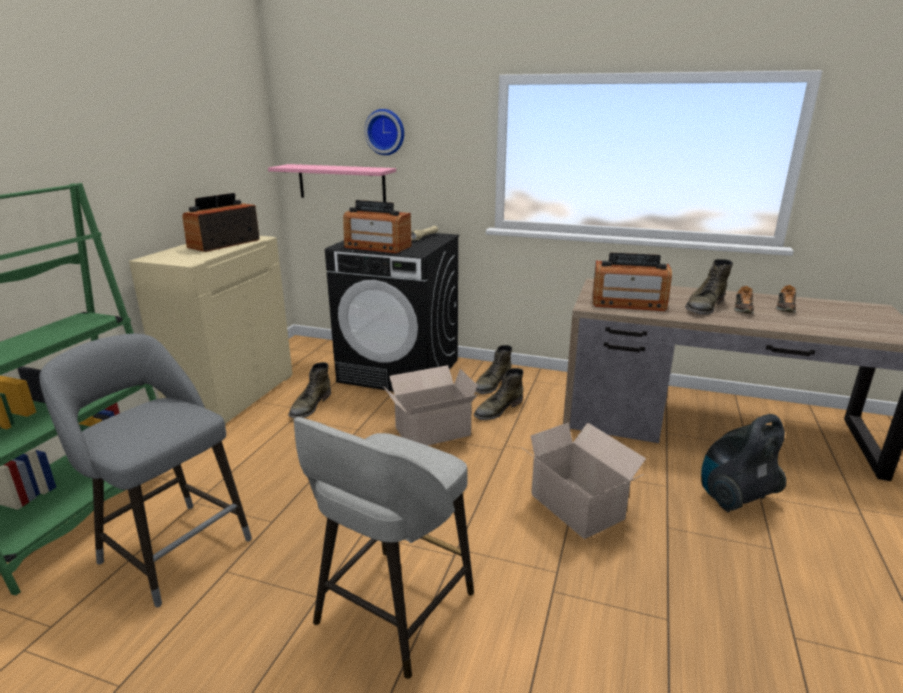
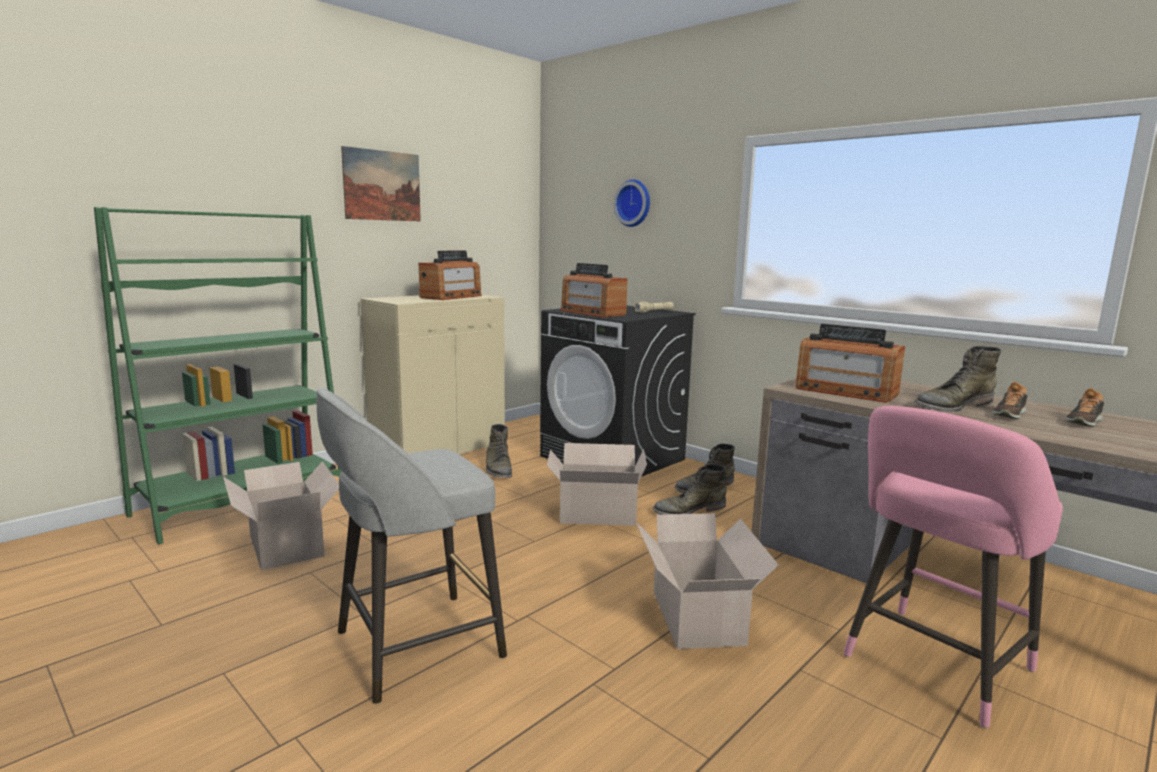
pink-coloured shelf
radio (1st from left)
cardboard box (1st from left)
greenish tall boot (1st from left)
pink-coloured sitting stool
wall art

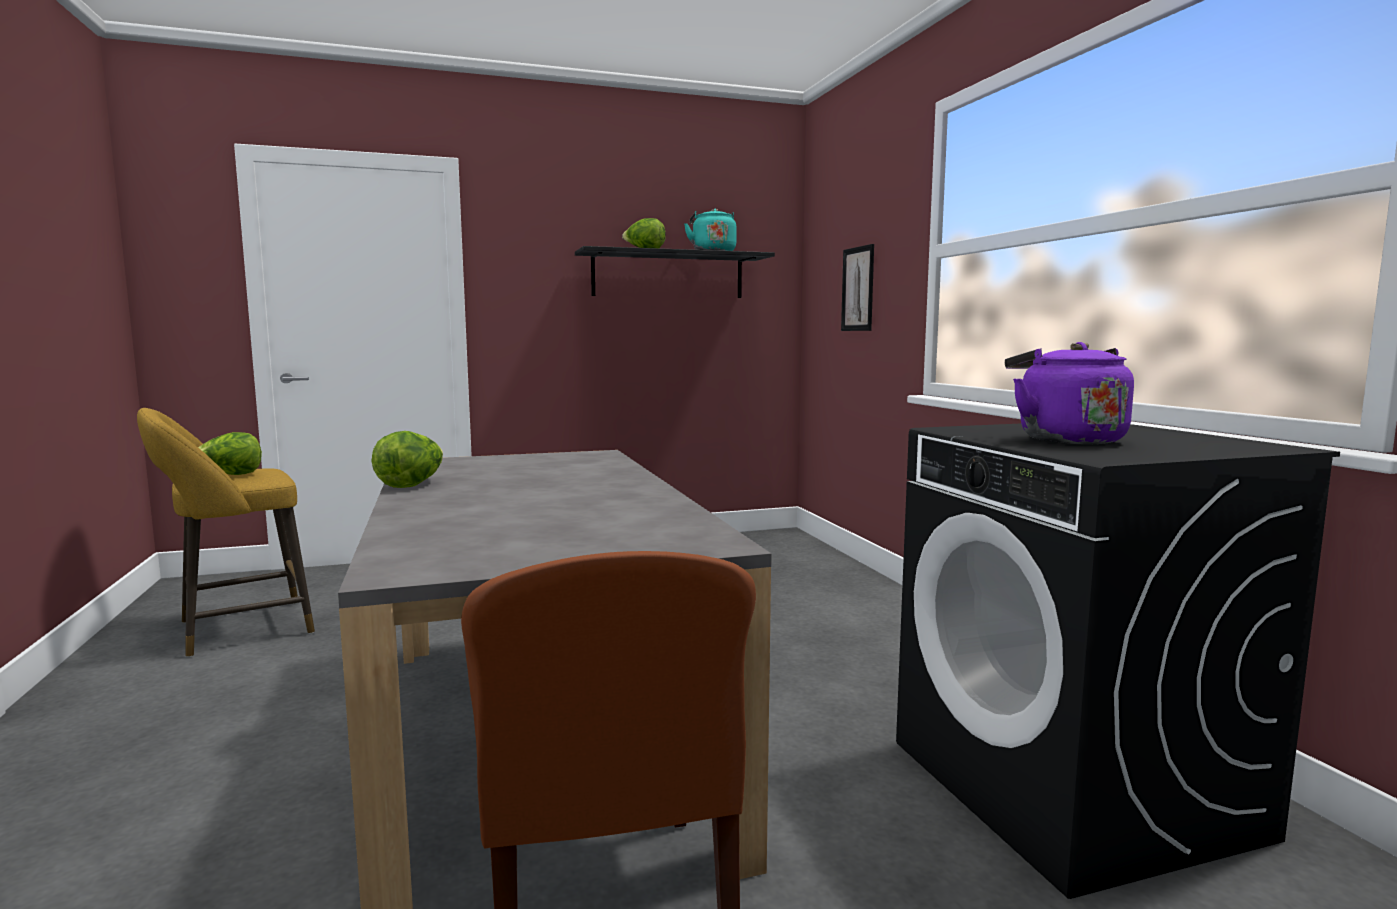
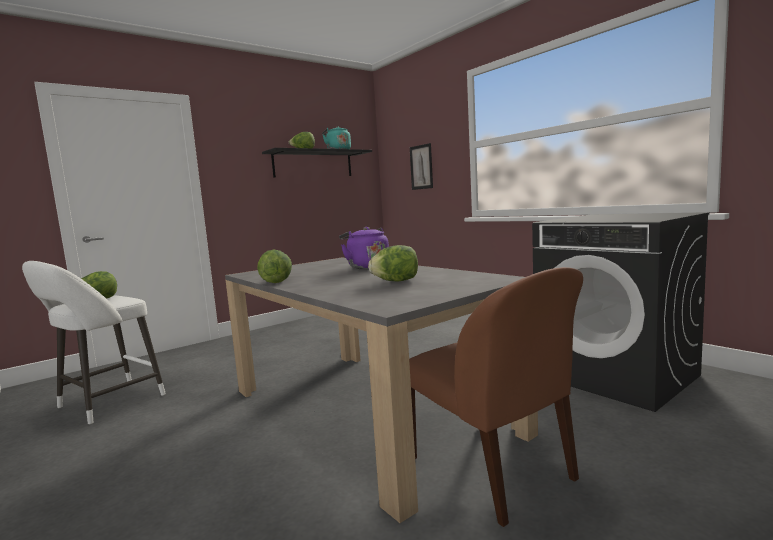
purple kettle
white-coloured sitting stool
lettuce (4th from left)

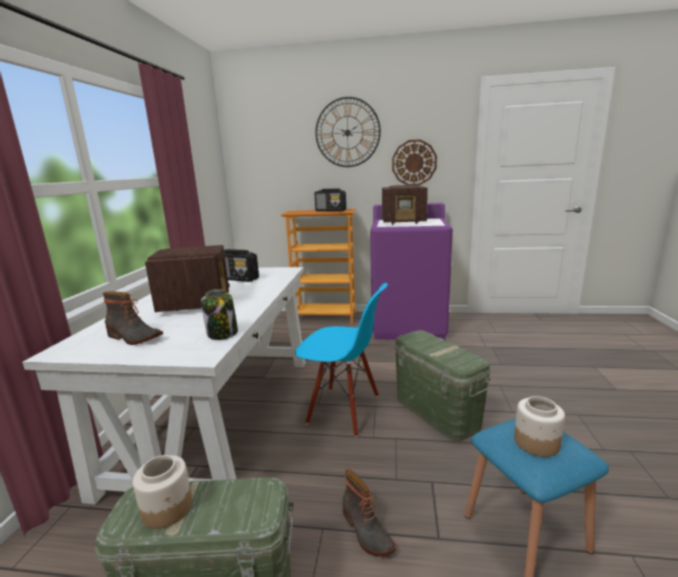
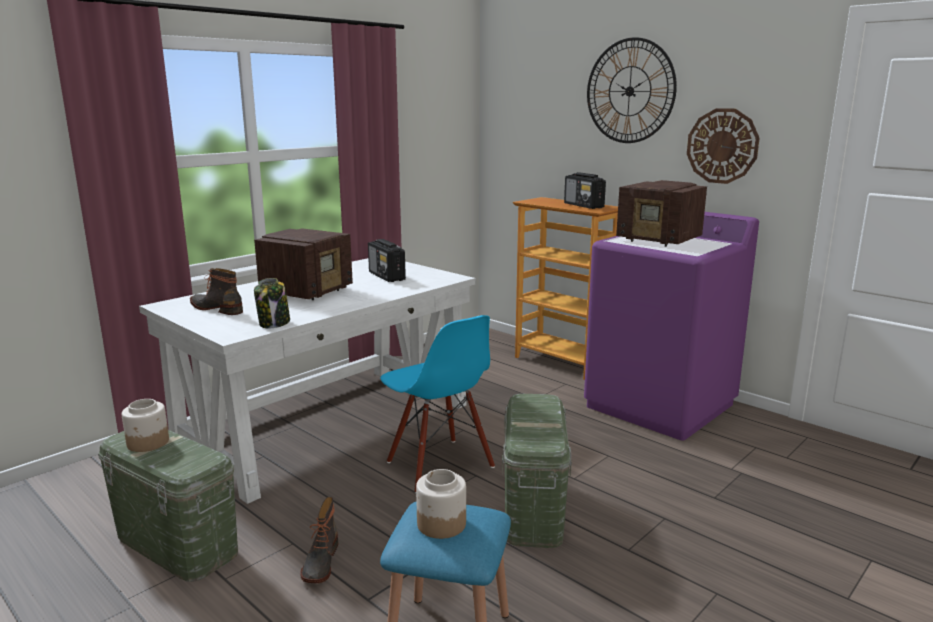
tall boot (1st from left)

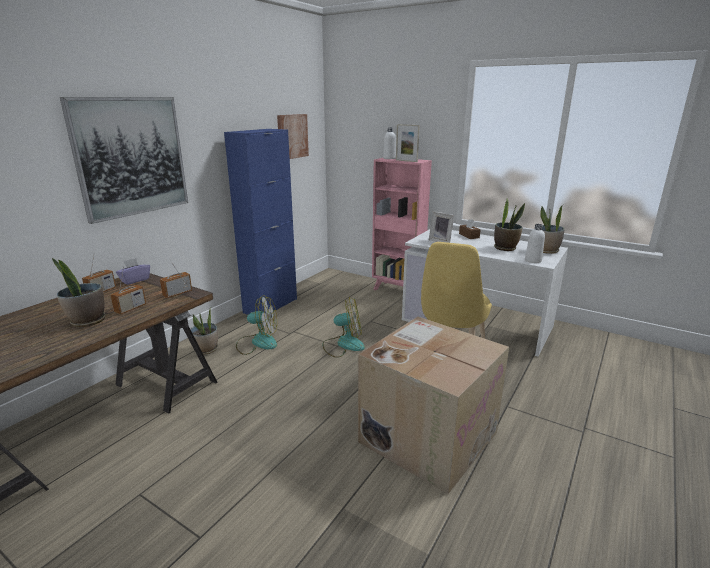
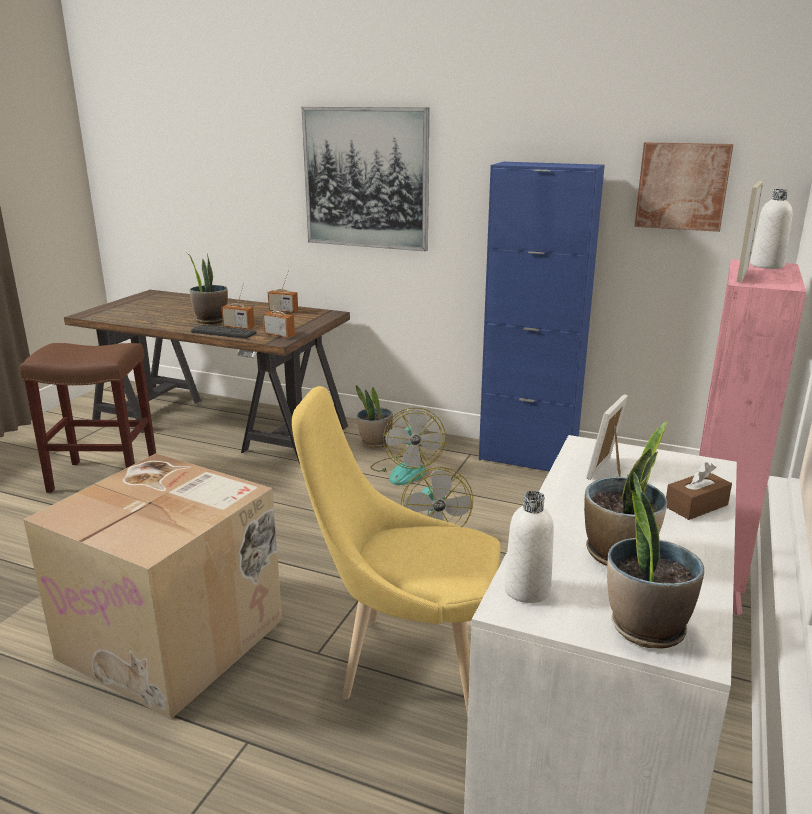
purple tissue holder
PC keyboard
brown-coloured sitting stool

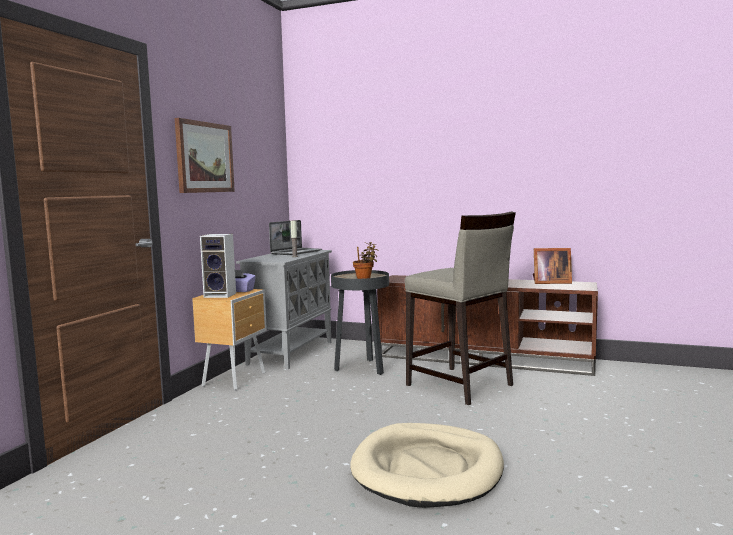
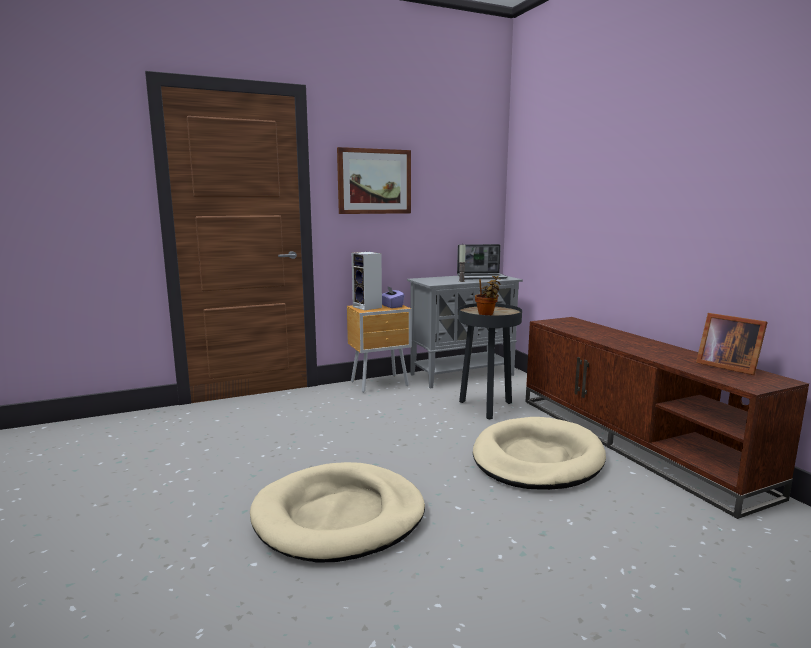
sand-coloured pet bed (2nd from left)

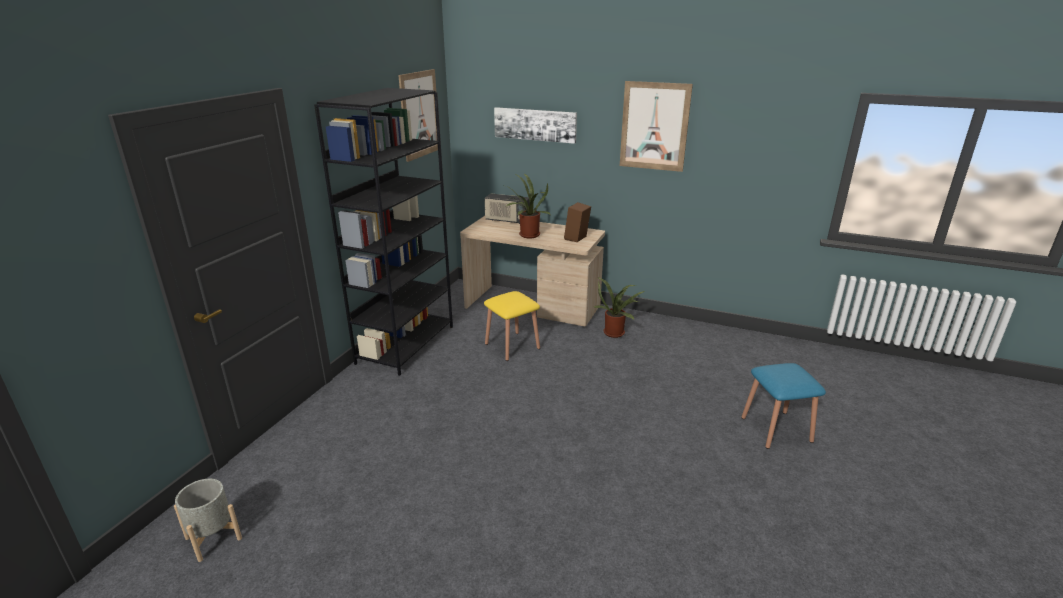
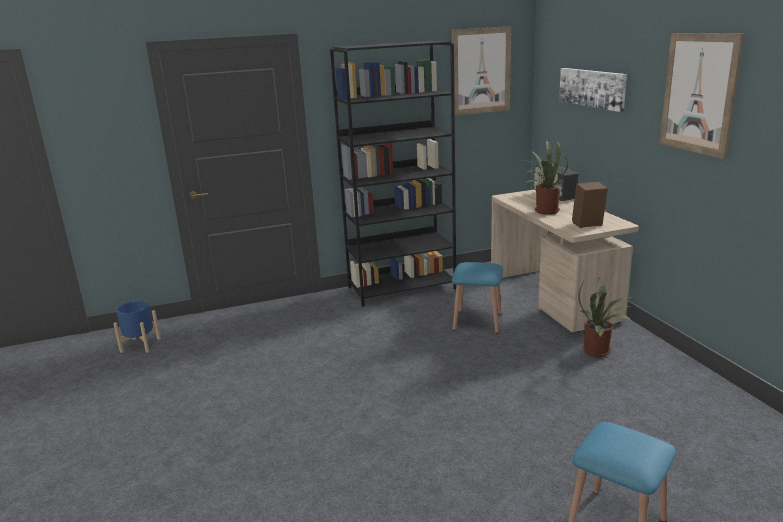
blue-coloured sitting stool (1st from left)
blue-coloured plant pot

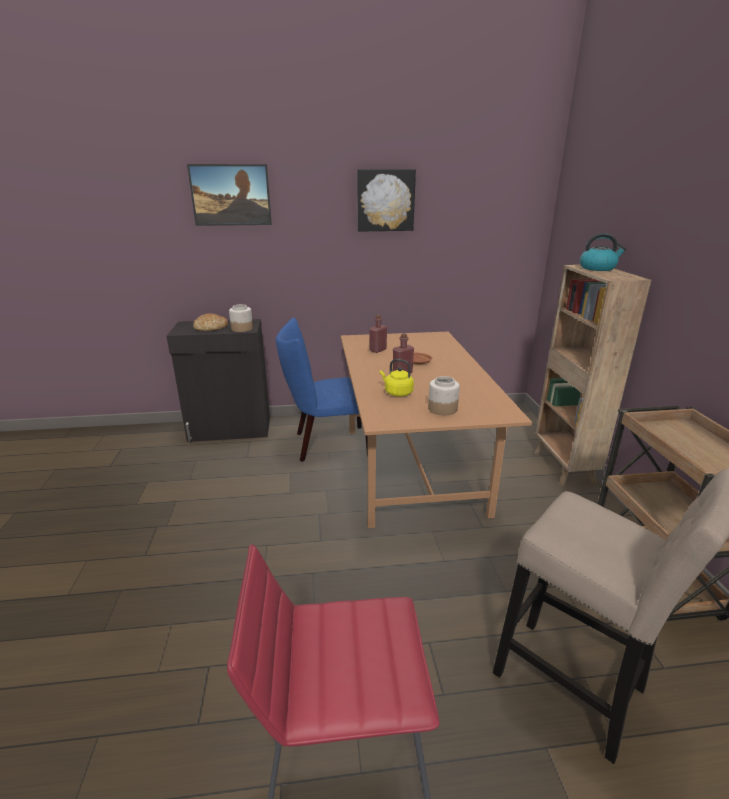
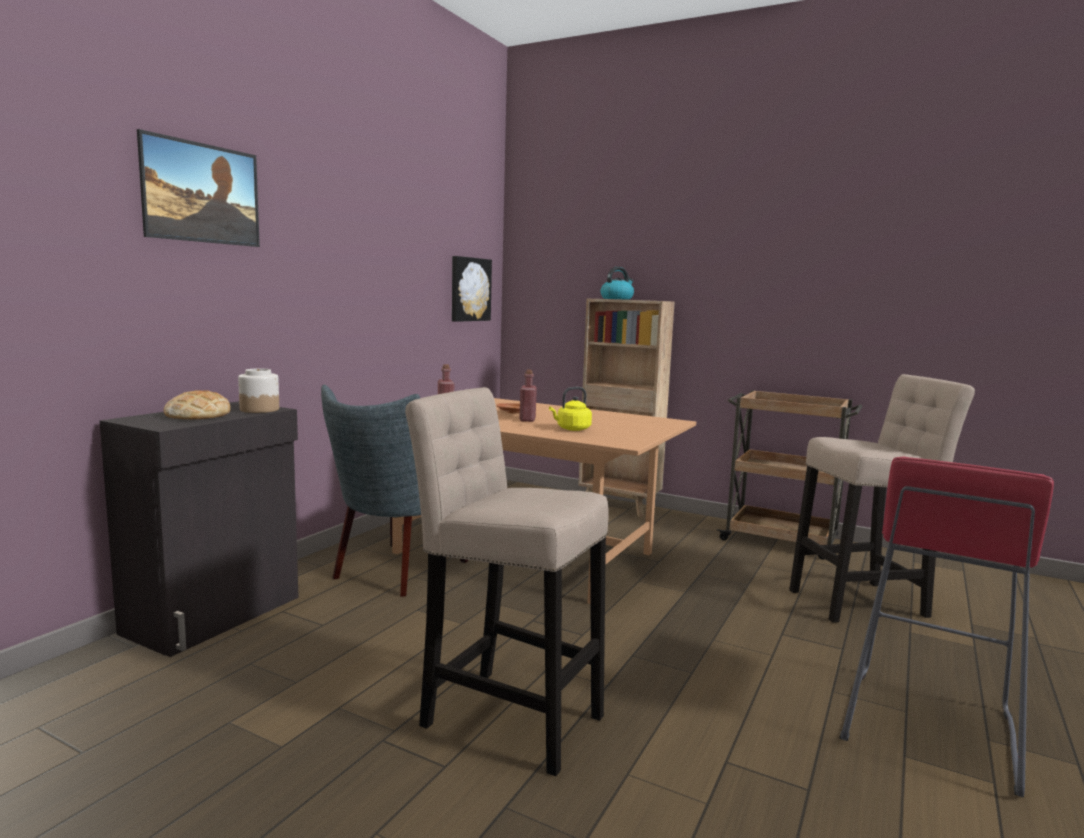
wall art (2nd from left)
grey upright chair
storage jar (2nd from left in the first image)
sand-coloured sitting stool (1st from left)

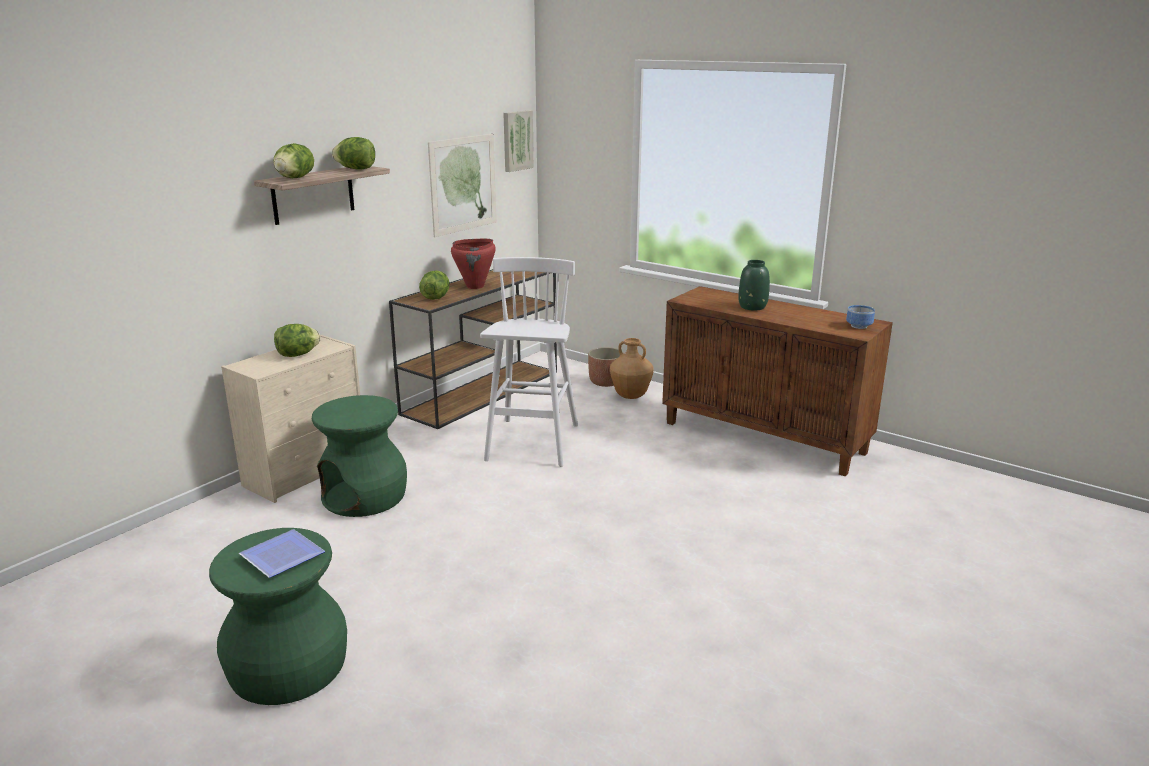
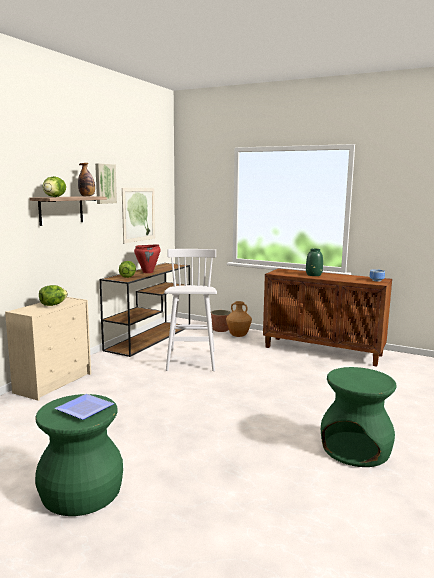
wall art (1st from left)
beverage bottle
greenish sitting stool (2nd from left)

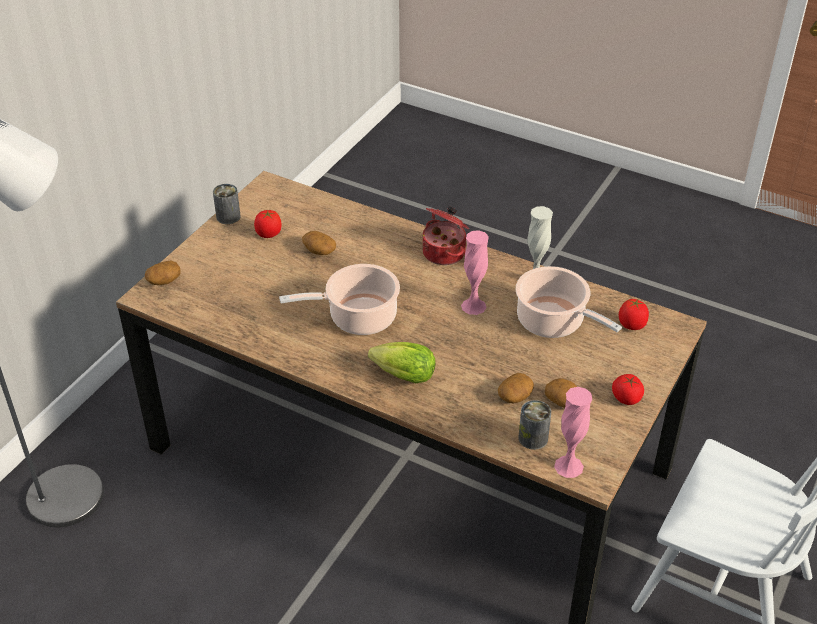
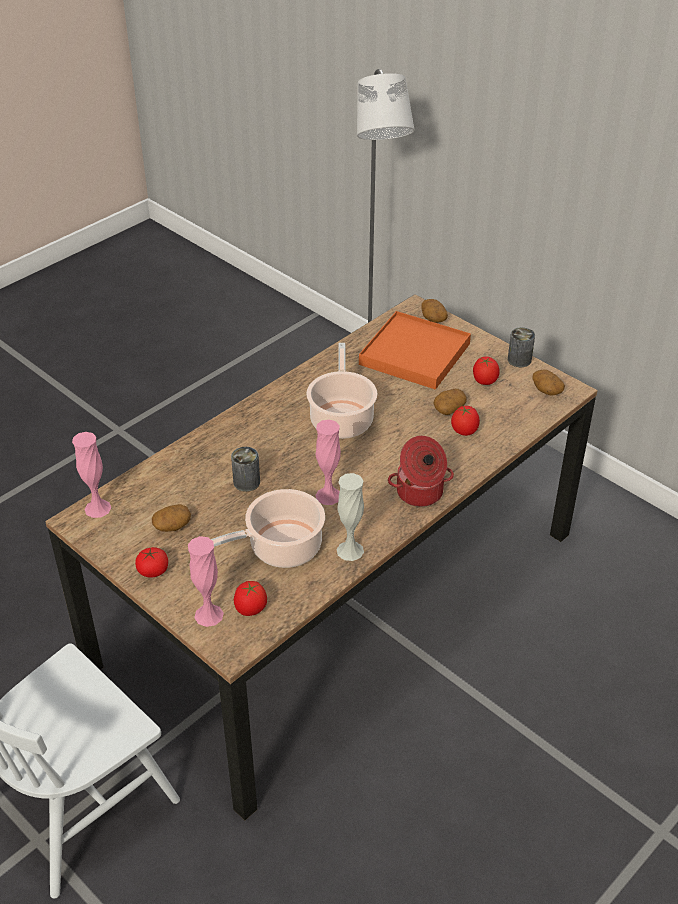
lettuce
potato (4th from left)
metal can (1st from left)
orange tray
whole tomato (3rd from left)
pink-coloured flower vase (2nd from left)

